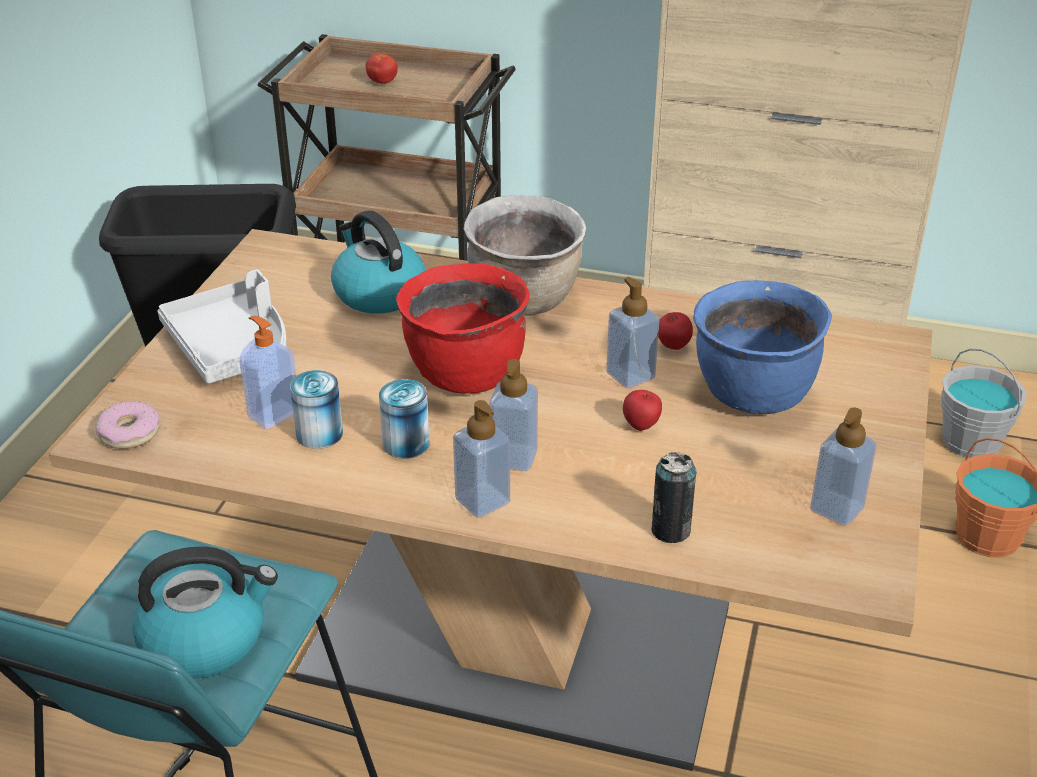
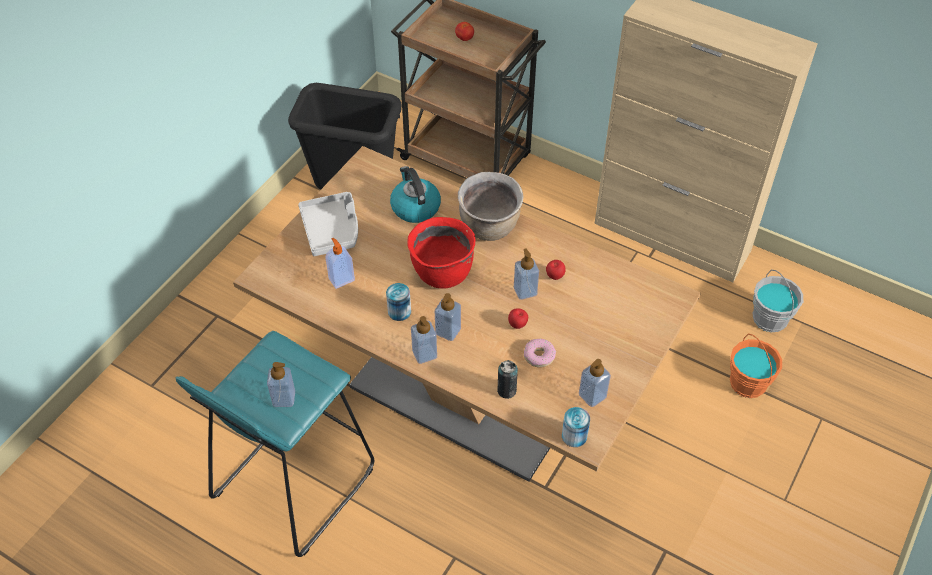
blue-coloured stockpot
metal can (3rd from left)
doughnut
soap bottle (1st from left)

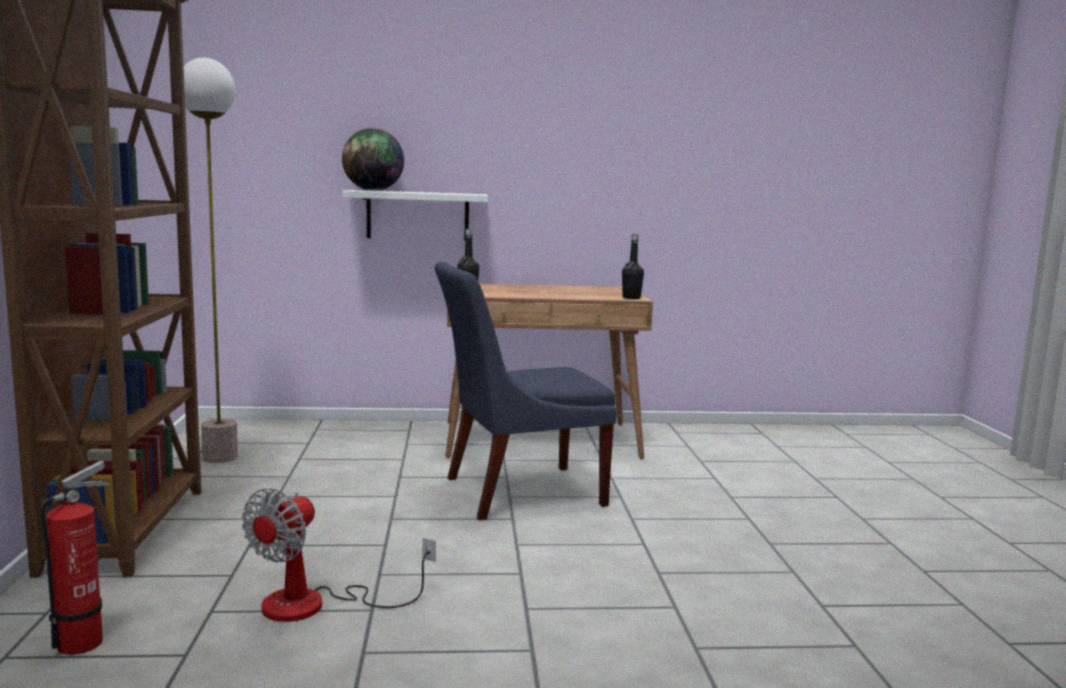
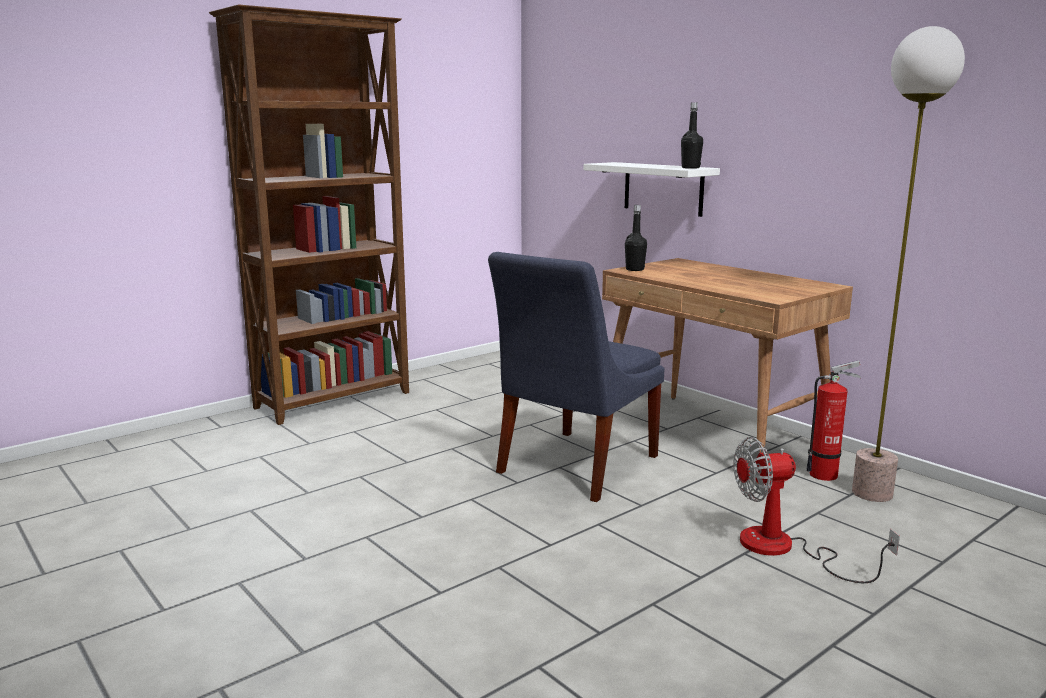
floor lamp
desk globe
black-coloured beverage bottle (2nd from left)
blue-coloured upright chair
fire extinguisher
cooling fan

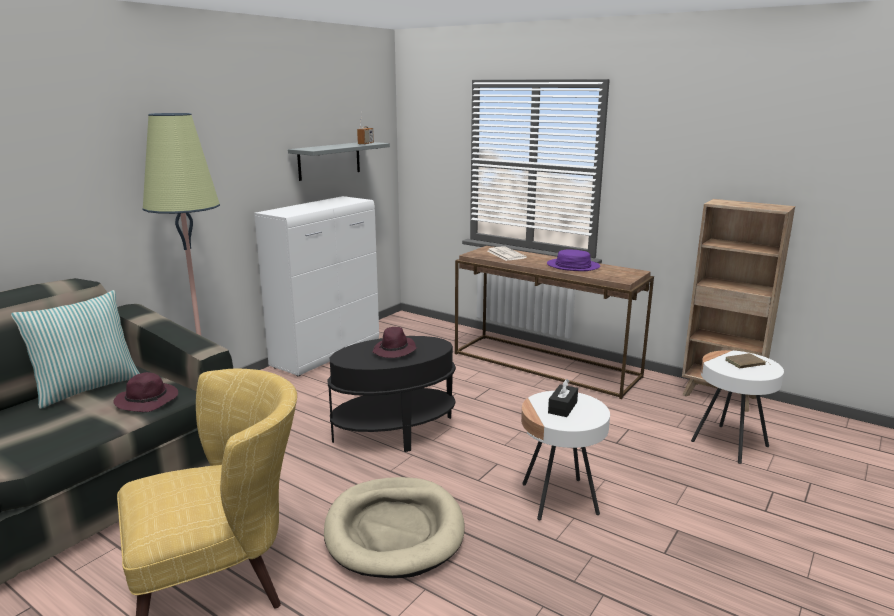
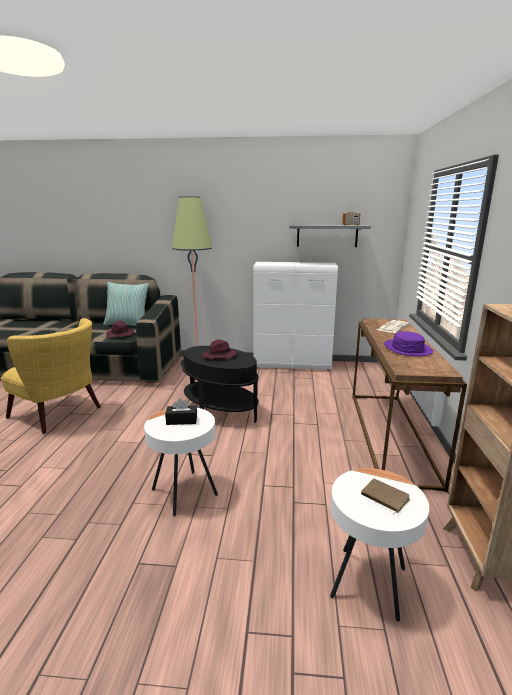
sand-coloured pet bed

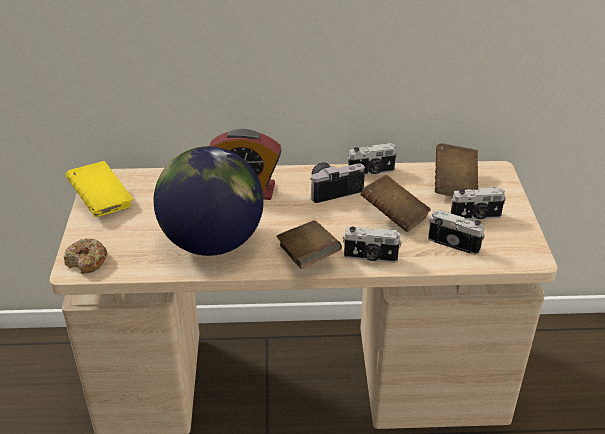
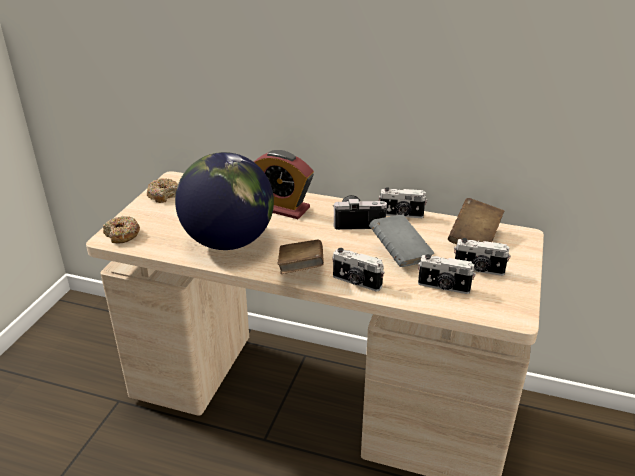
doughnut (2nd from left)
grey book
photo camera (4th from left)

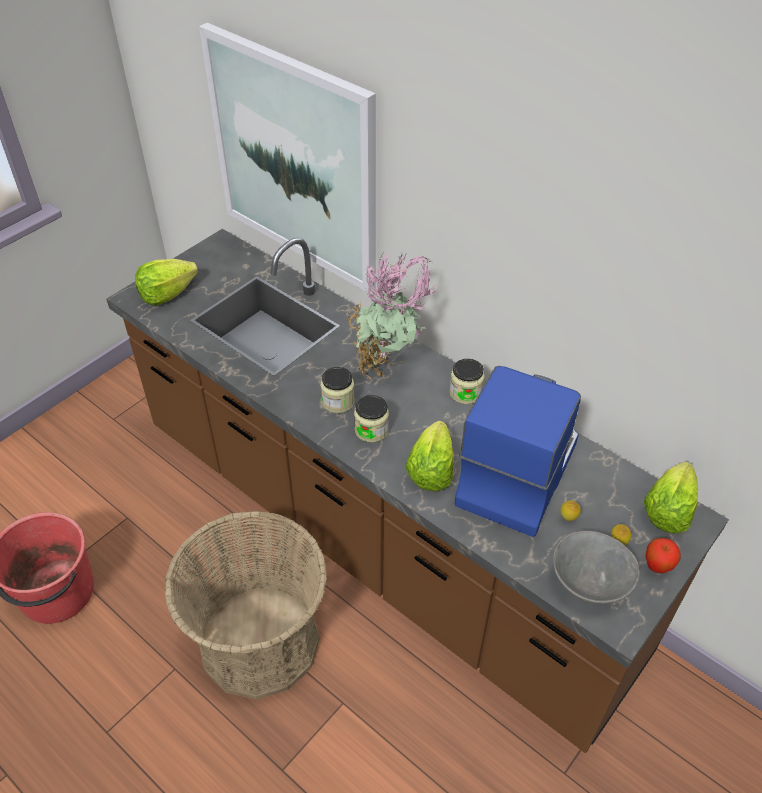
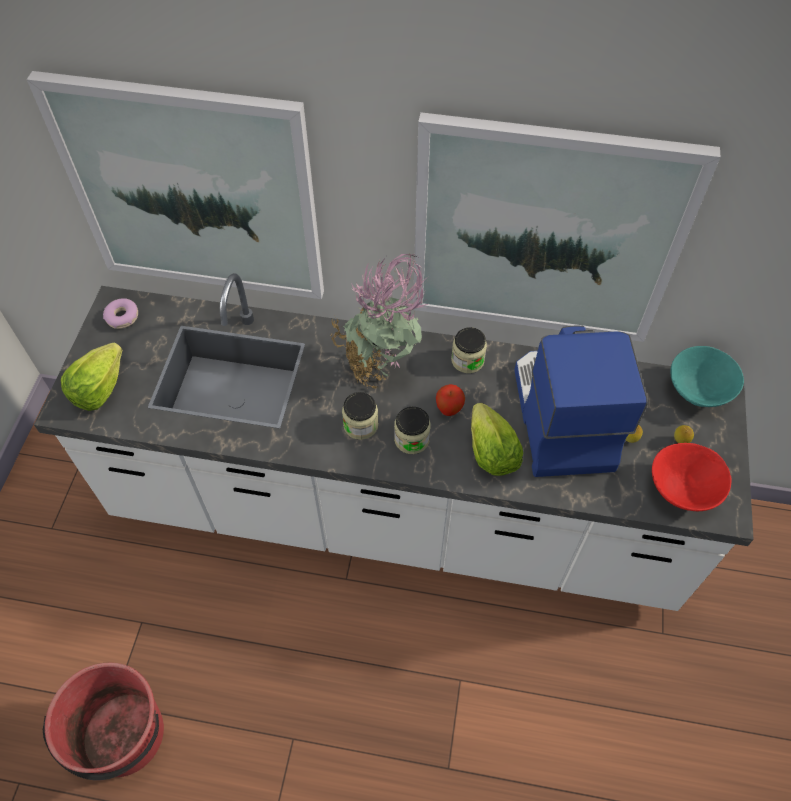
white-coloured kitchen counter
blue-green deep dish
basket
red-coloured deep dish
apple
wall art (2nd from left)
doughnut

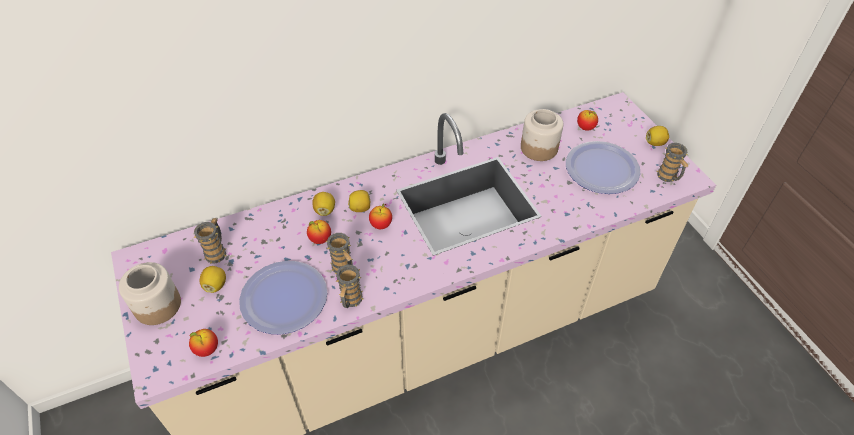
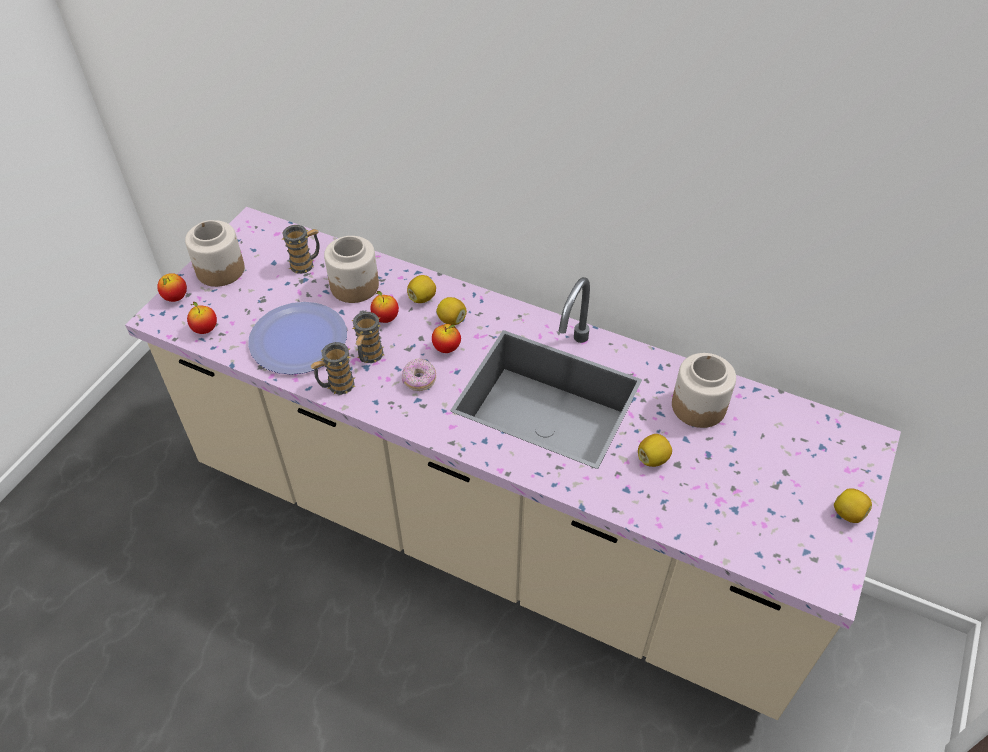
apple (1st from left)
flat dish (2nd from left in the first image)
mug (4th from left in the first image)
citrus fruit (3rd from left)
storage jar (2nd from left)
doughnut

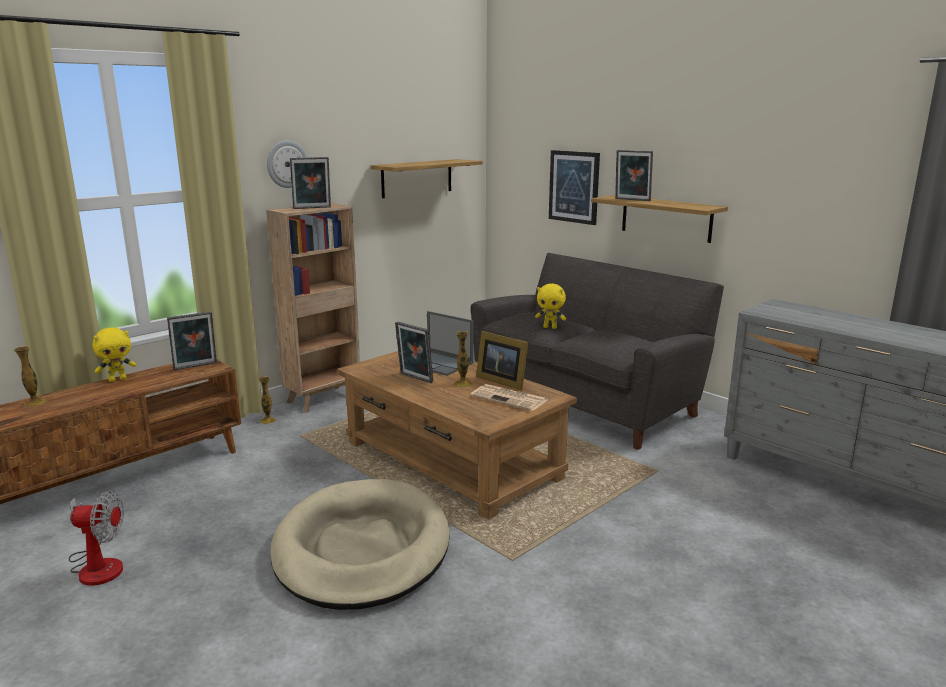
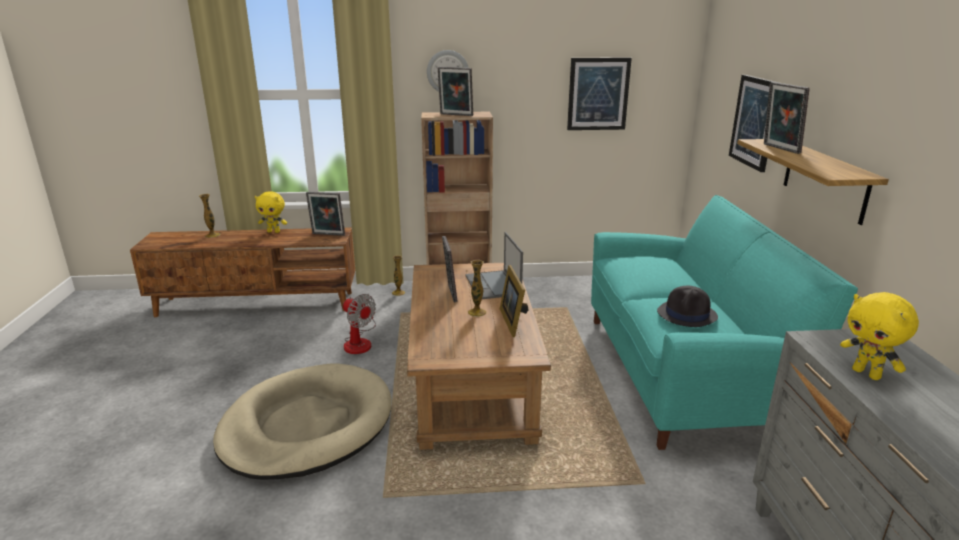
wall art (1st from left)
blue-green couch
yellow soft toy (2nd from left)
printed paper
cooling fan
black-coloured hat

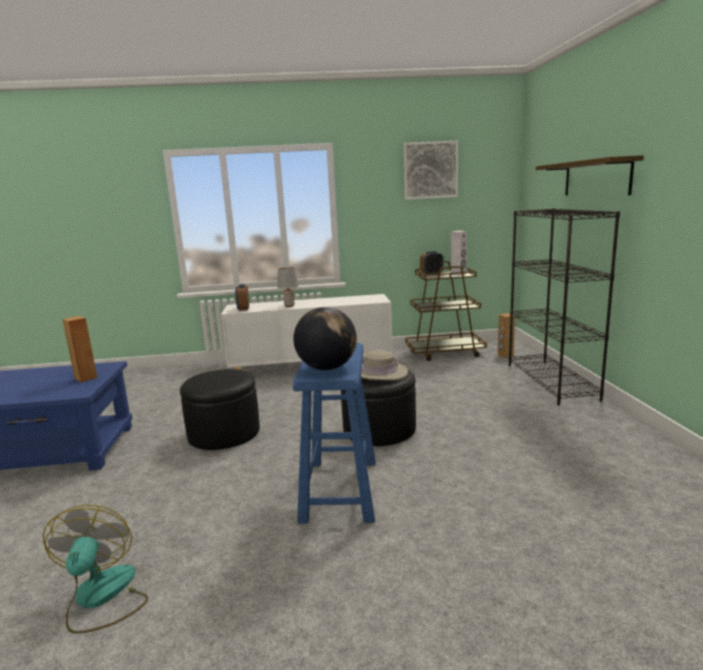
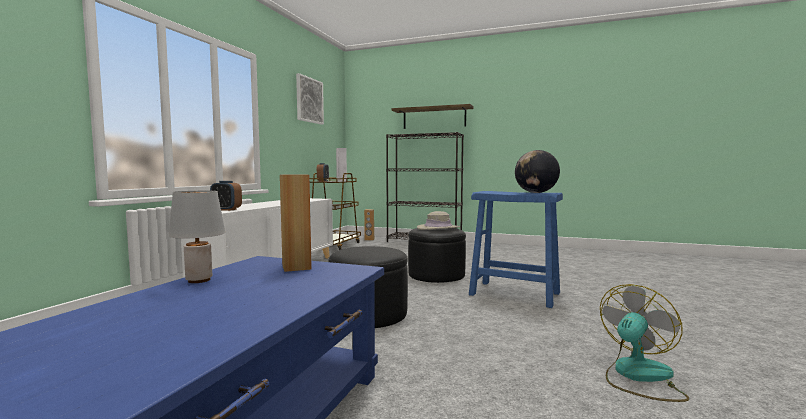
grey tabletop lamp
cooling fan

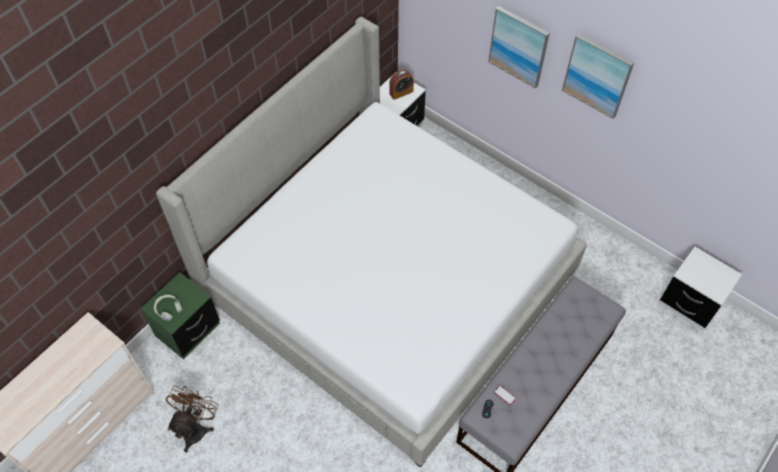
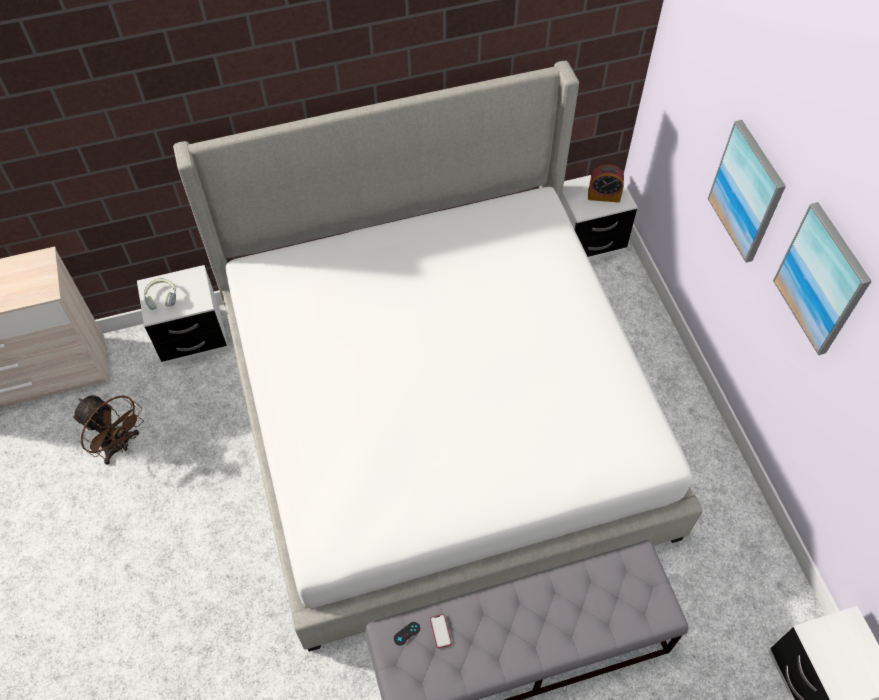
white-coloured nightstand (1st from left)
brown-coloured cooling fan

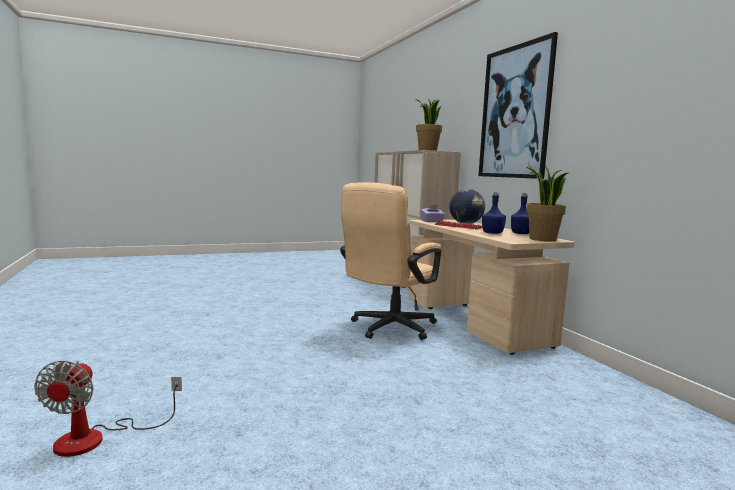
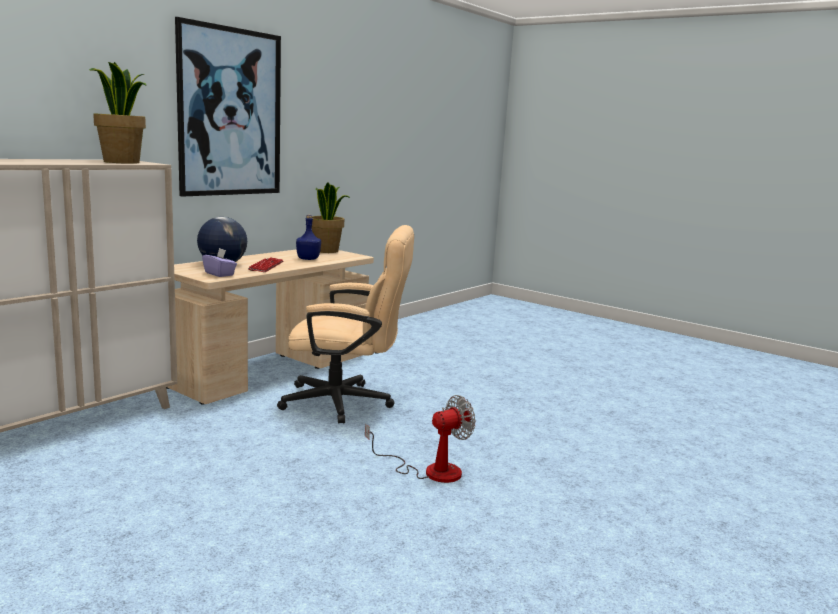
blue-coloured beverage bottle (2nd from left in the first image)
cooling fan

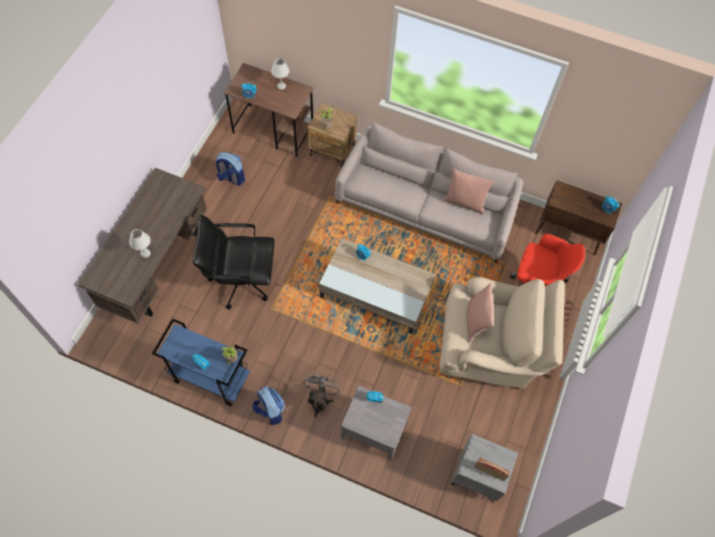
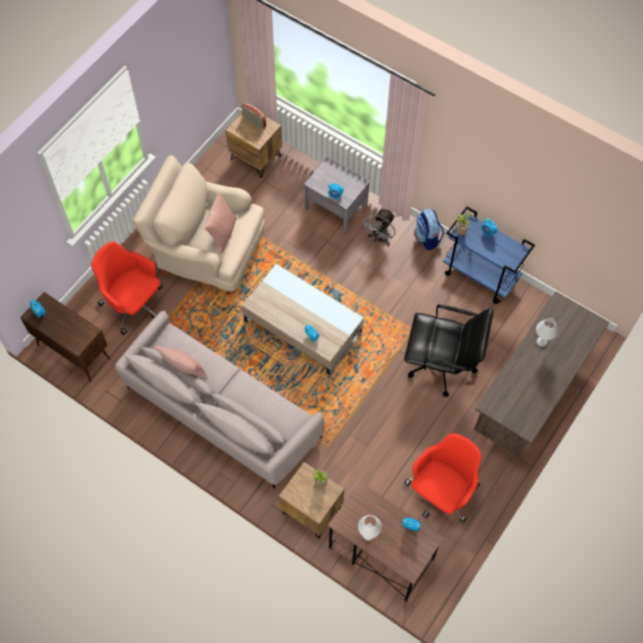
red-coloured desk chair (2nd from left)
brown-coloured nightstand (1st from left)

